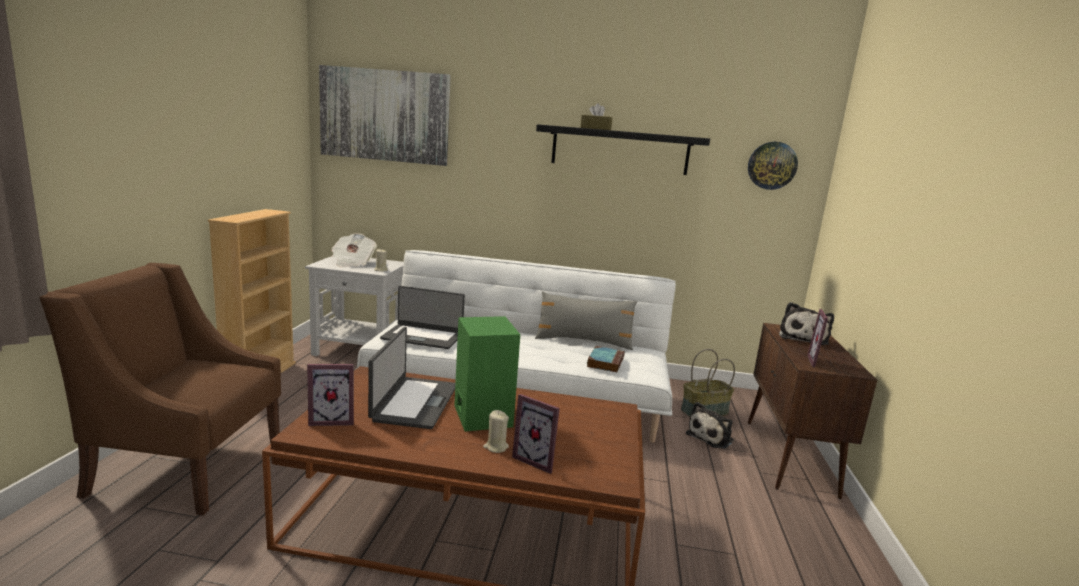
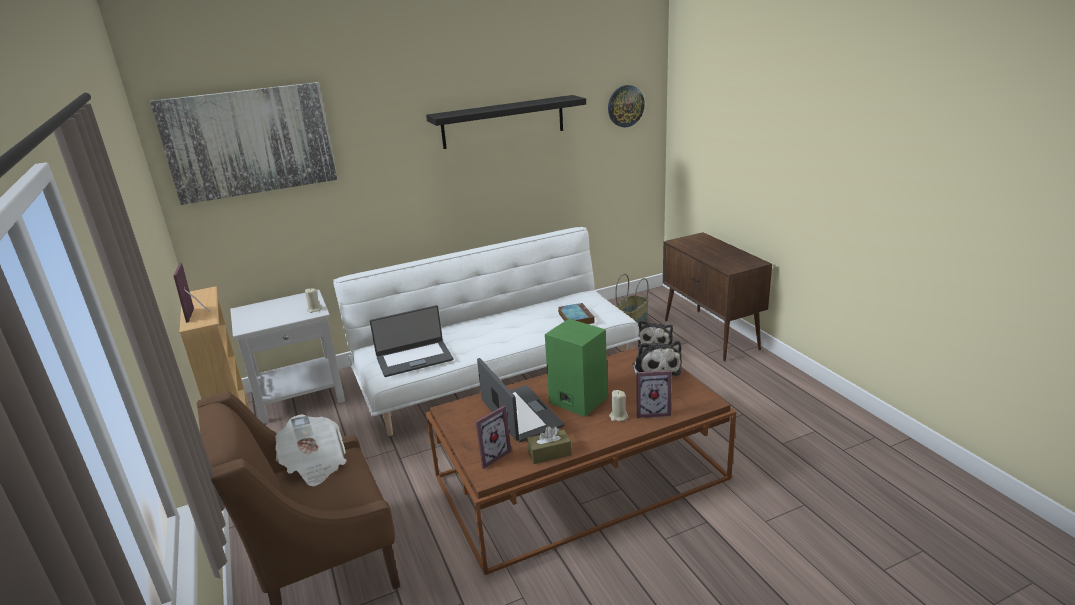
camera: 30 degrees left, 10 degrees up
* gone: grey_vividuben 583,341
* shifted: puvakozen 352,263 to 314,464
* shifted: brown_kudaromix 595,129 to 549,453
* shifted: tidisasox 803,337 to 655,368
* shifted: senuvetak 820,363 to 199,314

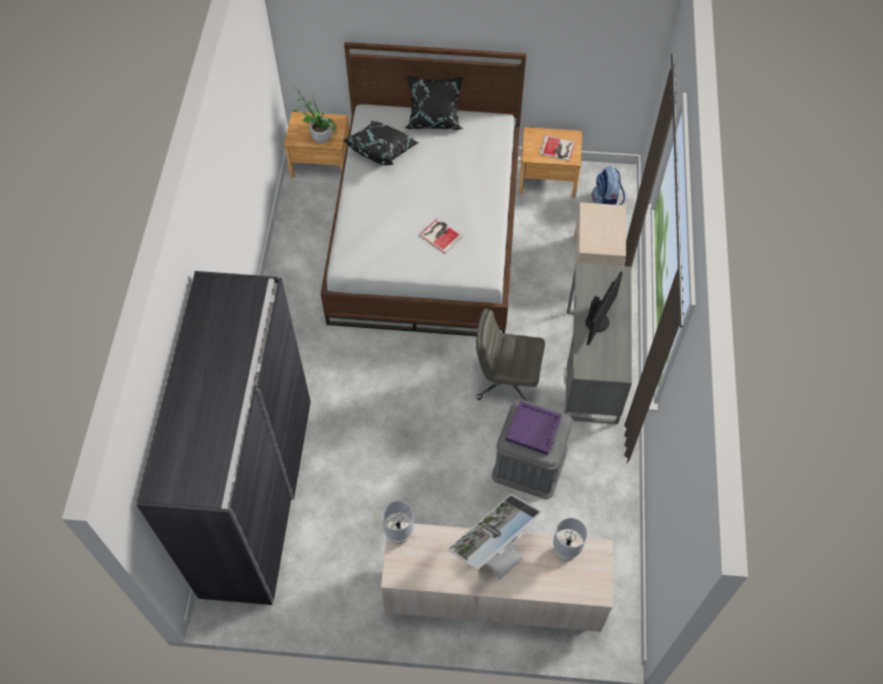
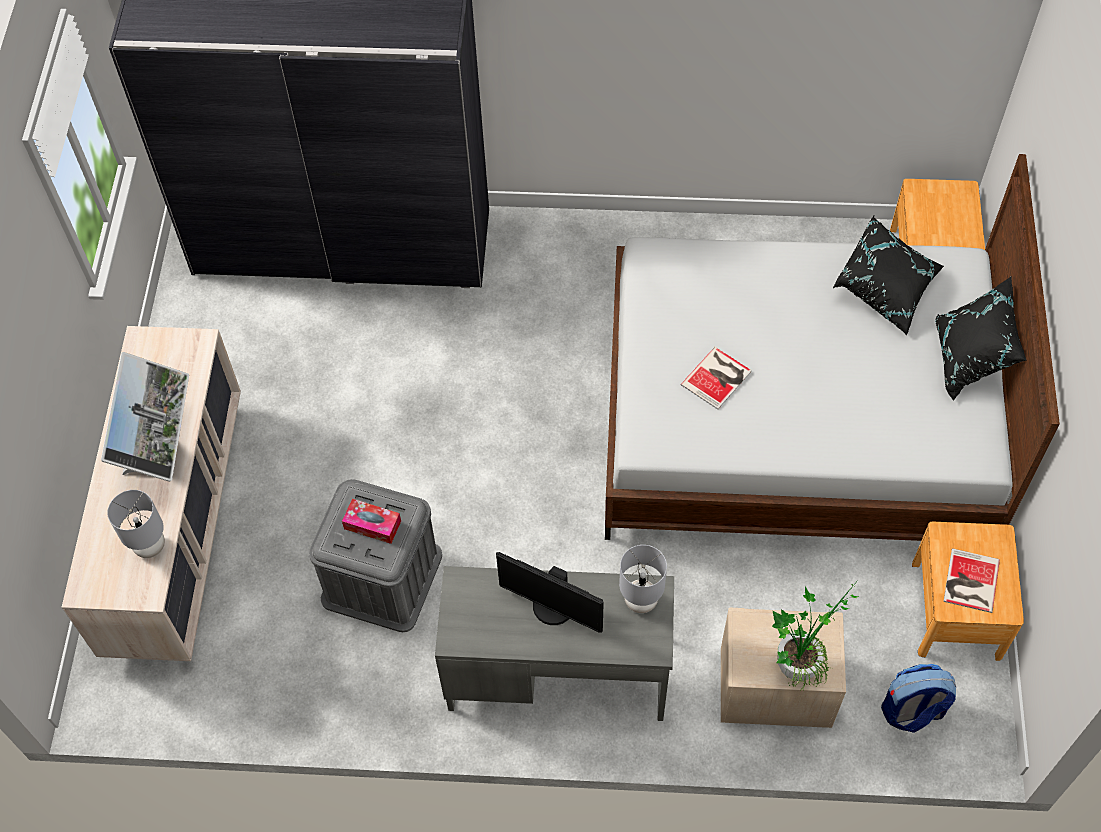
camera: 90 degrees right, 0 degrees up
* gone: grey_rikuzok 506,381
* shifted: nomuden 318,136 to 800,659
* shifted: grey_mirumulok 399,536 to 640,601
* swapped: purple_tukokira 533,429 to kudaromix 372,525
* rotated: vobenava 493,551 = 161,455 45 degrees clockwise

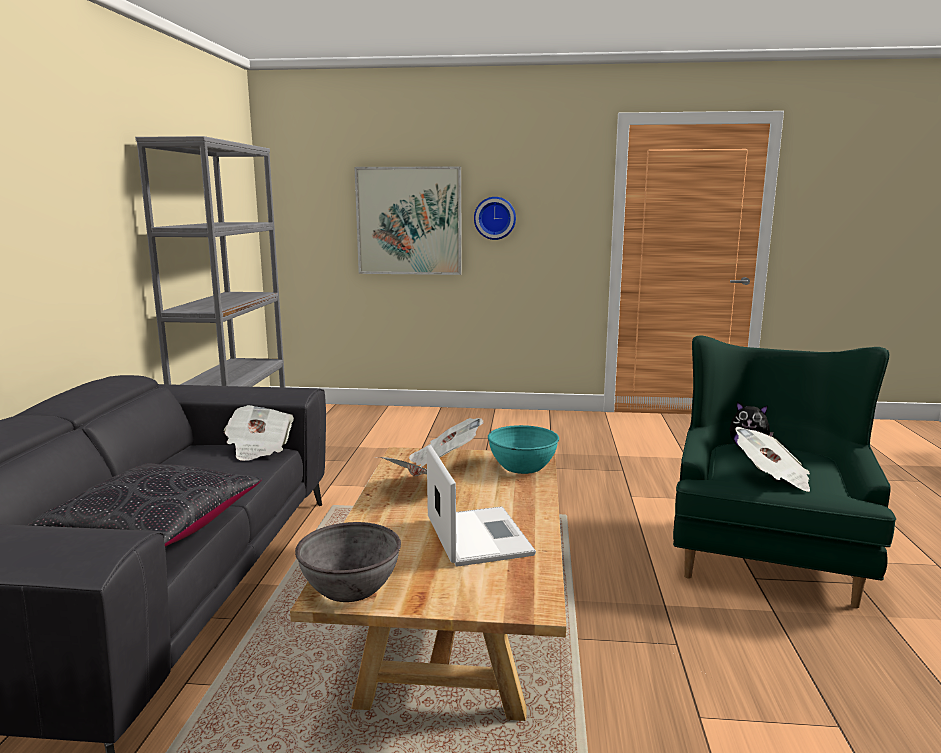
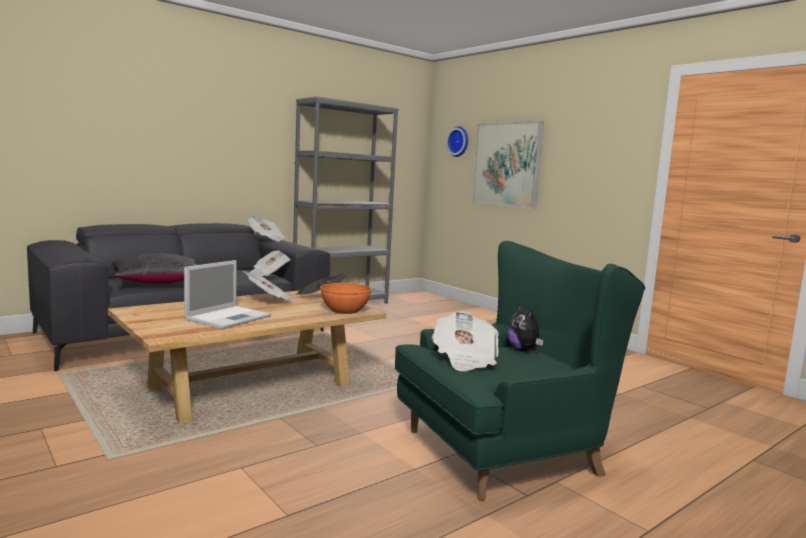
camera: 45 degrees right, 5 degrees down
* gone: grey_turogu 350,587
* new: puvakozen 267,239
* shifted: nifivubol 495,218 to 459,141
* repainted: turquoise_turogu 523,466 to orange_turogu 345,310

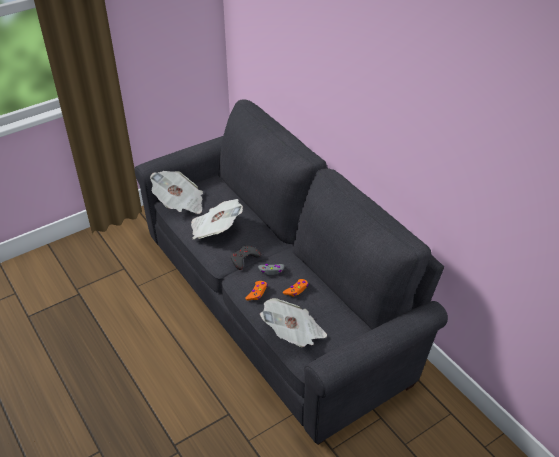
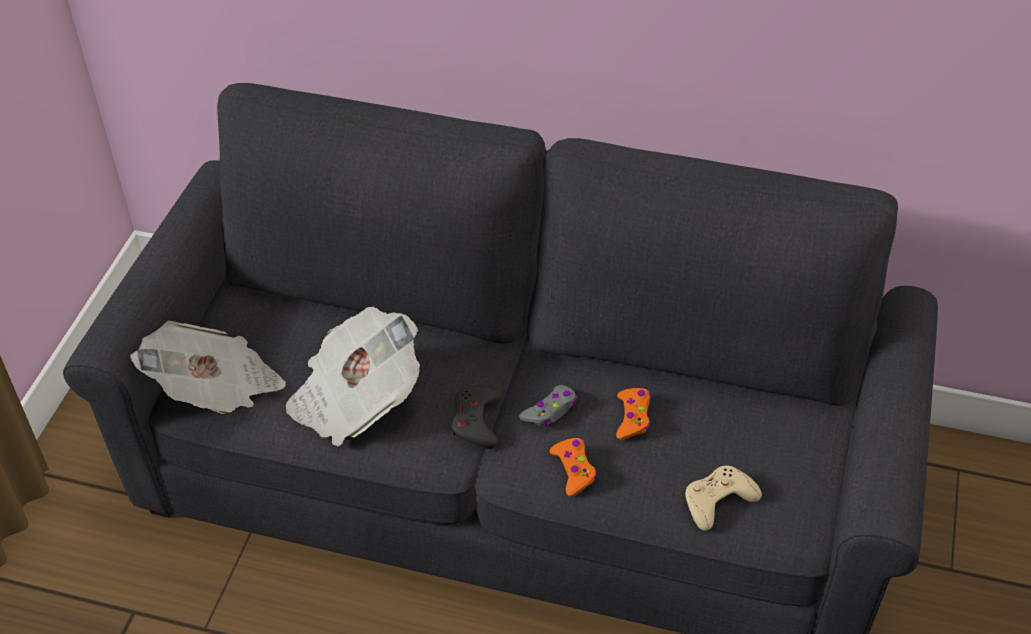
camera: 40 degrees left, 5 degrees up
* swapped: puvakozen 293,334 to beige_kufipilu 718,500

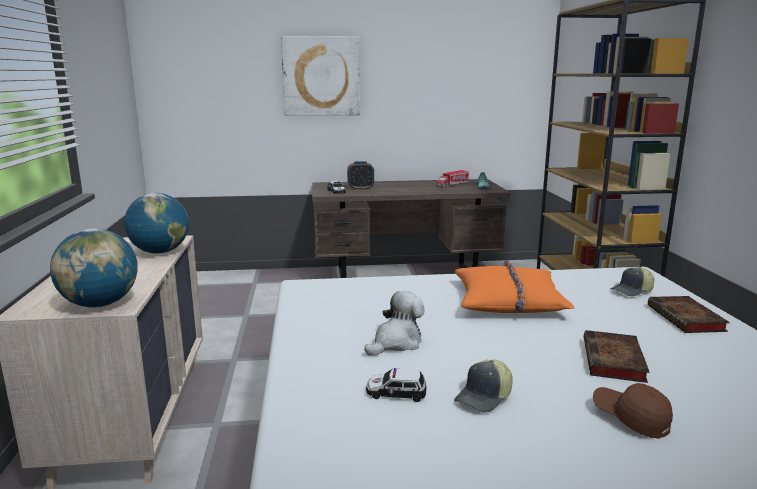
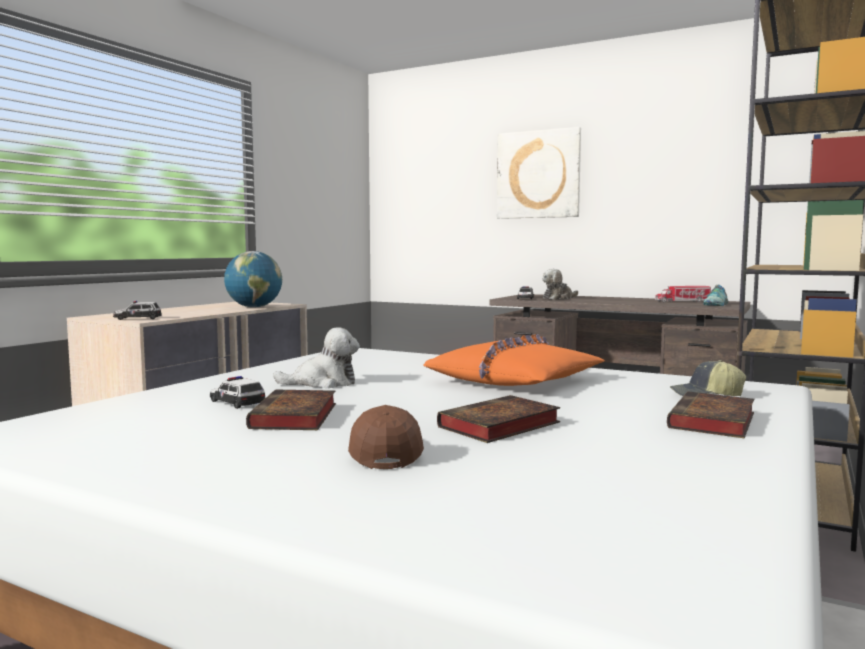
camera: 35 degrees right, 10 degrees down
* swapped: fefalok 100,304 to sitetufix 137,318
* swapped: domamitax 360,188 to tidisasox 558,298
* swapped: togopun 485,397 to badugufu 295,417

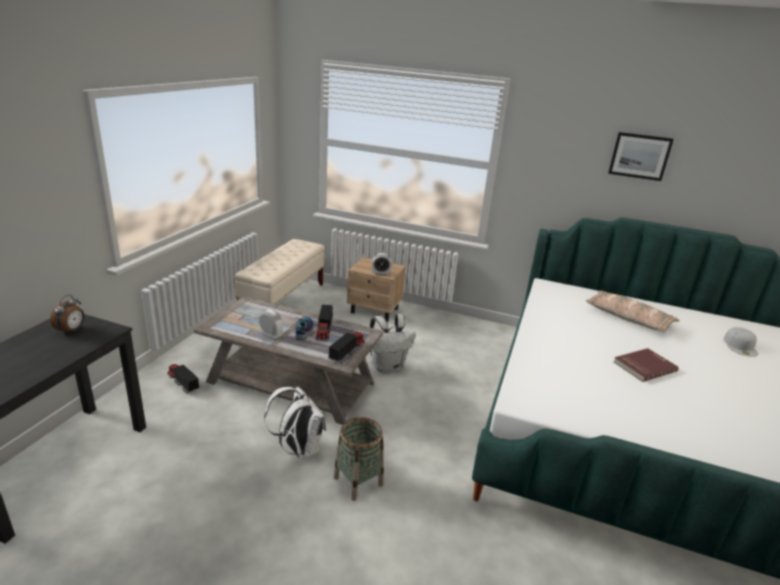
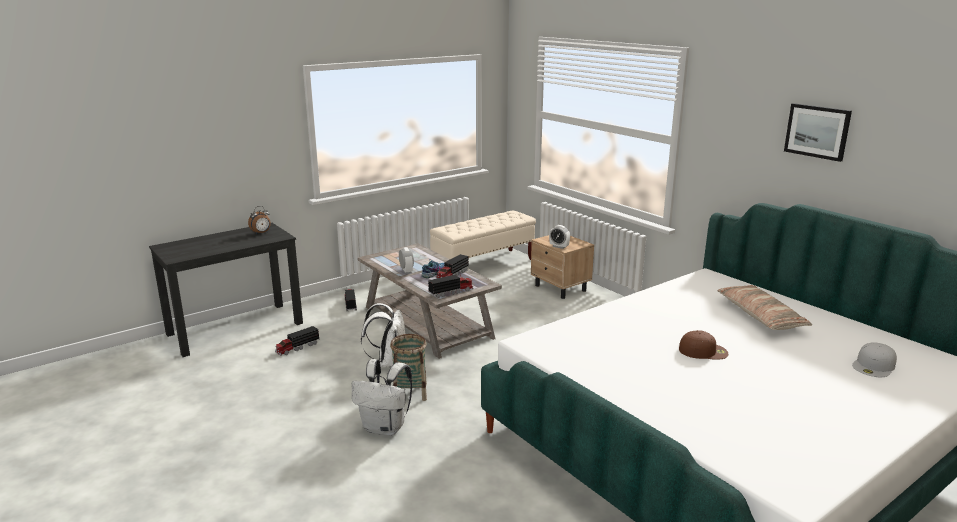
camera: 35 degrees right, 5 degrees down
* new: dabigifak 297,348
* shifted: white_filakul 388,366 to 385,428
* swapped: red_badugufu 643,366 to brown_togopun 703,351

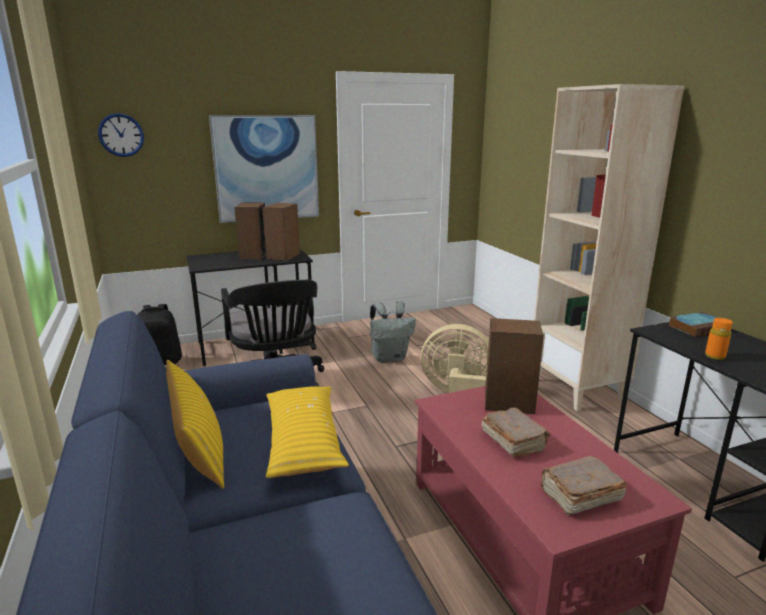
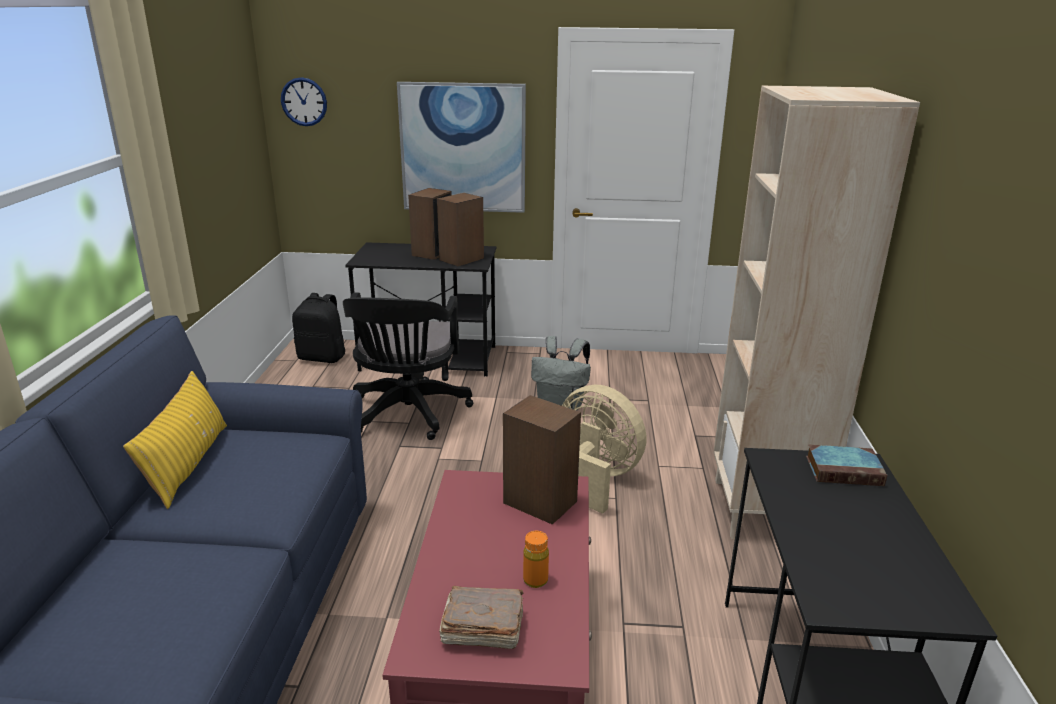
camera: 25 degrees right, 5 degrees up
* gone: yellow_vividuben 303,441
* gone: brown_badugufu 513,441
* shifted: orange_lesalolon 715,356 to 535,580

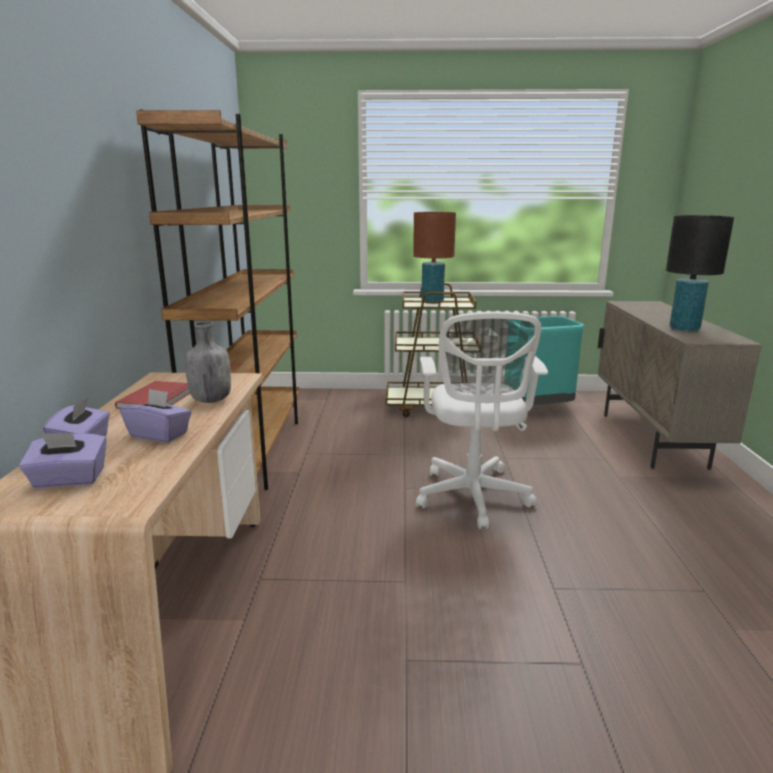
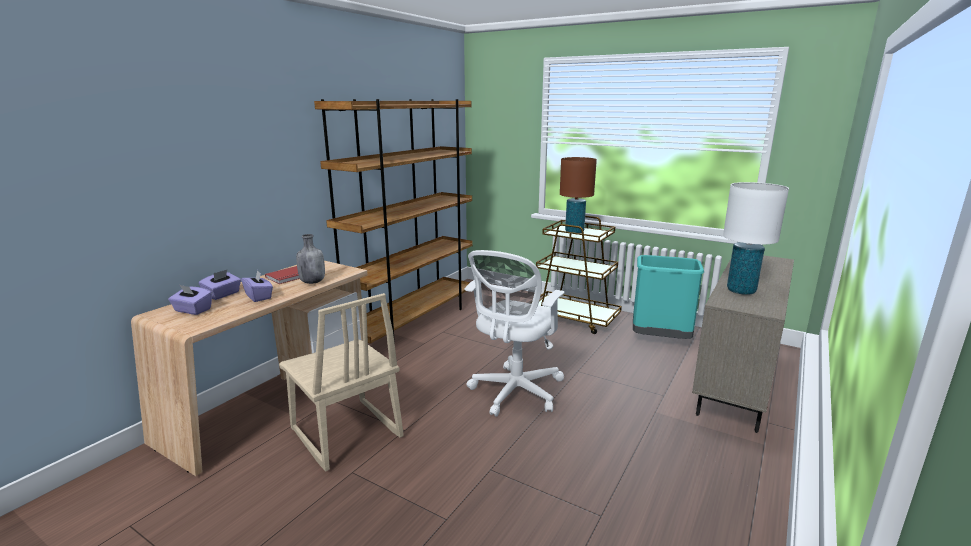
camera: 30 degrees right, 0 degrees up
* new: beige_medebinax 345,434
* repainted: black_mirumulok 684,329 to white_mirumulok 741,291

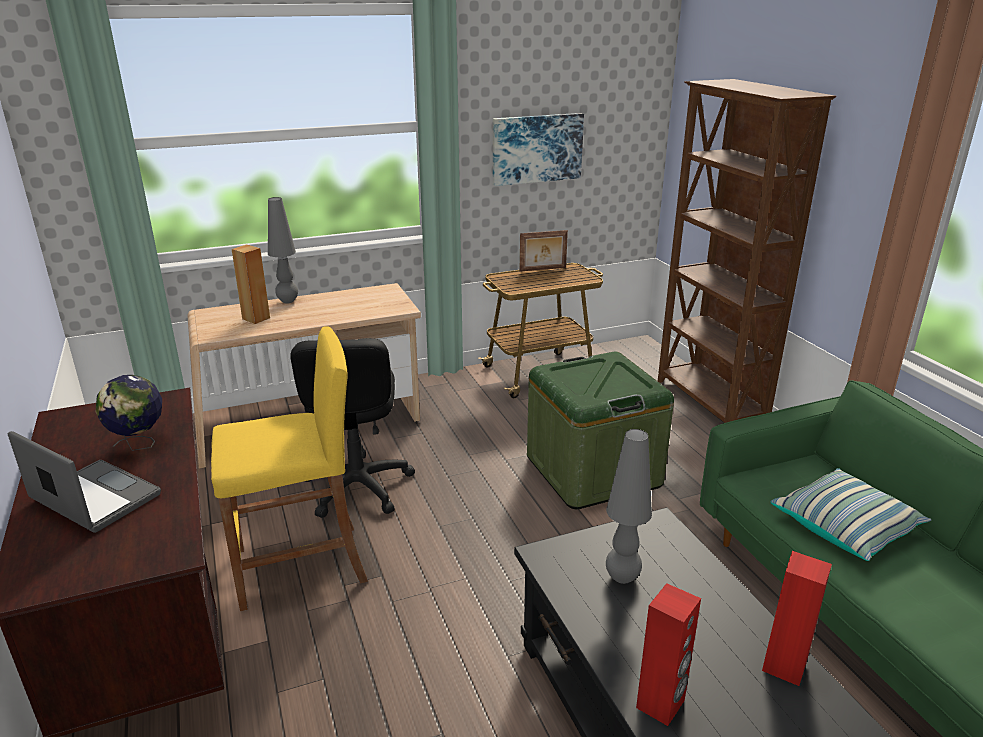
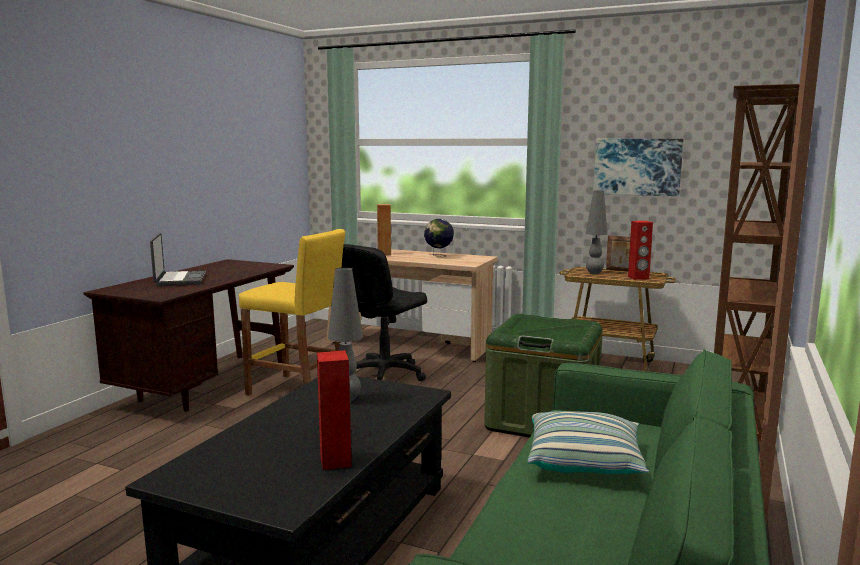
camera: 45 degrees right, 15 degrees down
* shifted: fefalok 139,445 to 438,256
* shifted: grey_mirumulok 288,301 to 594,273
* shifted: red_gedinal 661,704 to 638,278

